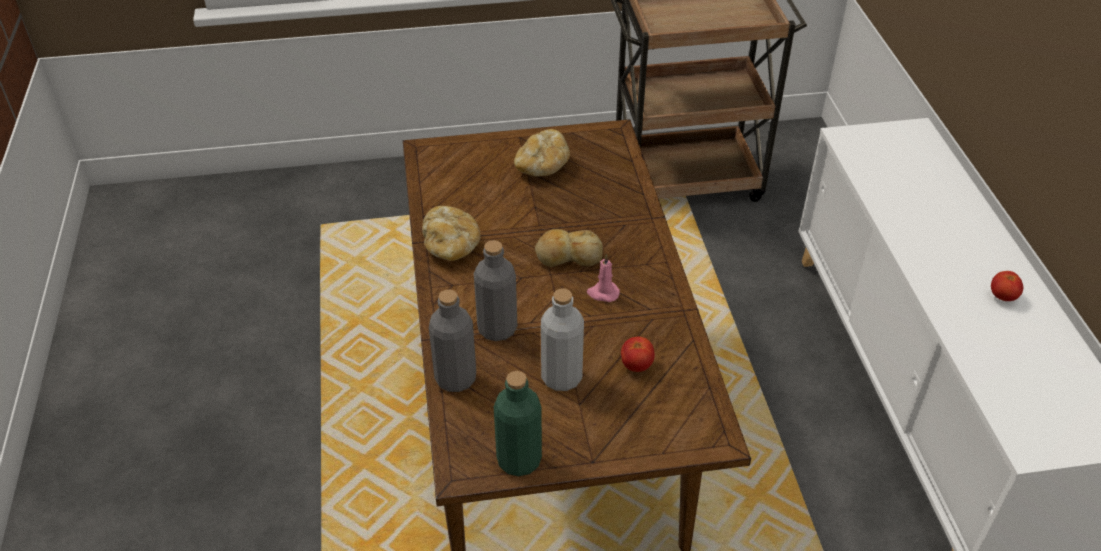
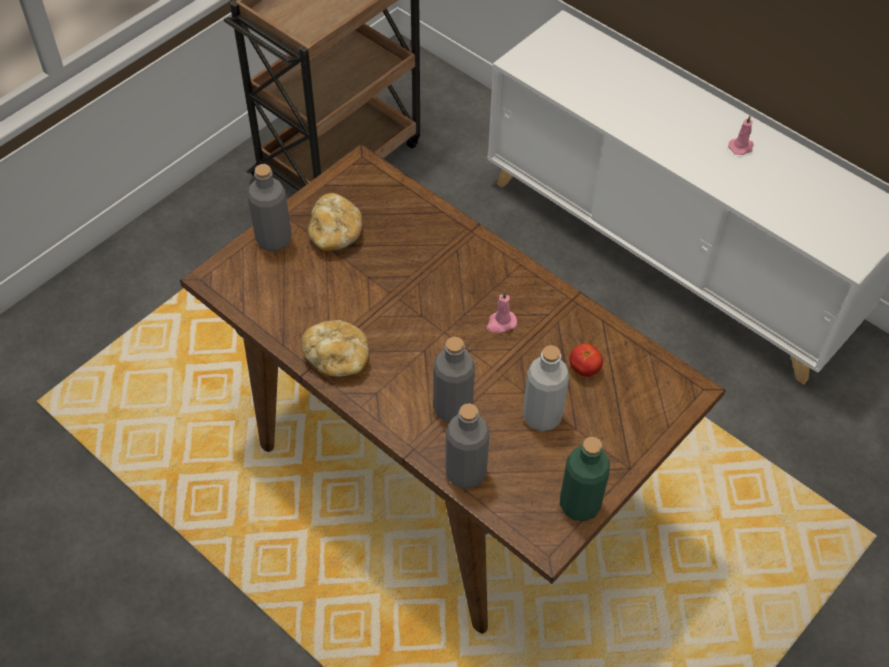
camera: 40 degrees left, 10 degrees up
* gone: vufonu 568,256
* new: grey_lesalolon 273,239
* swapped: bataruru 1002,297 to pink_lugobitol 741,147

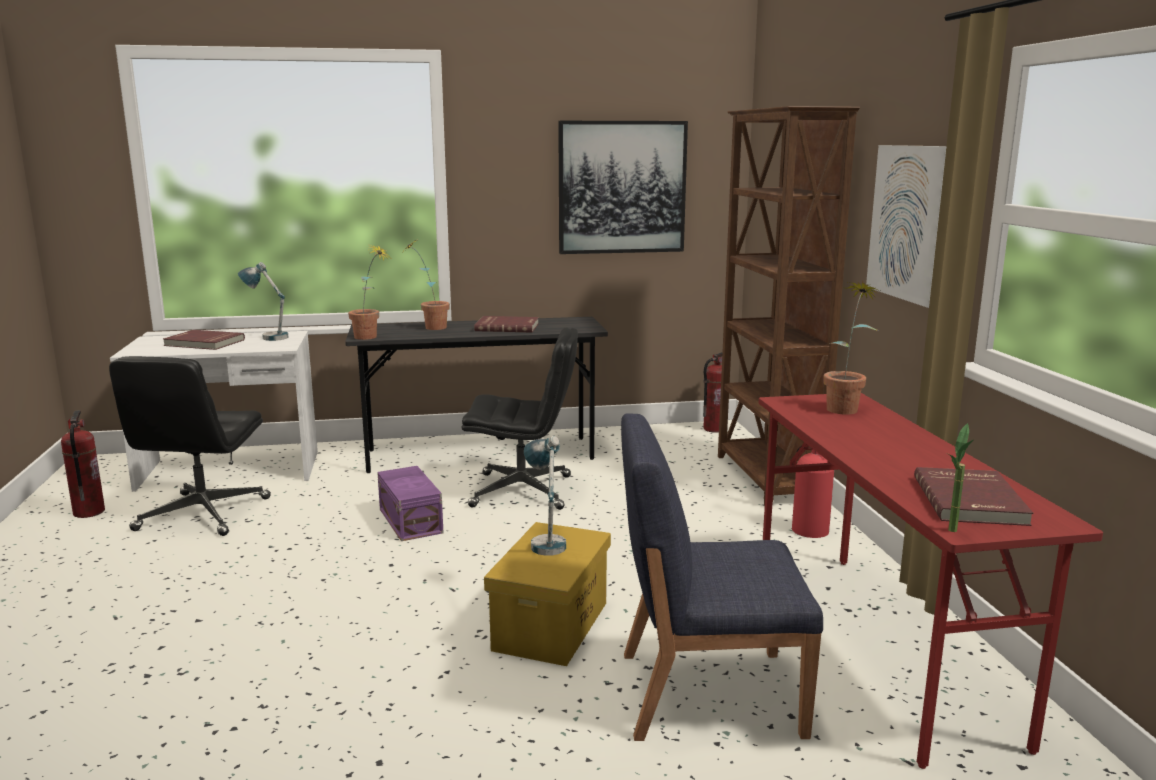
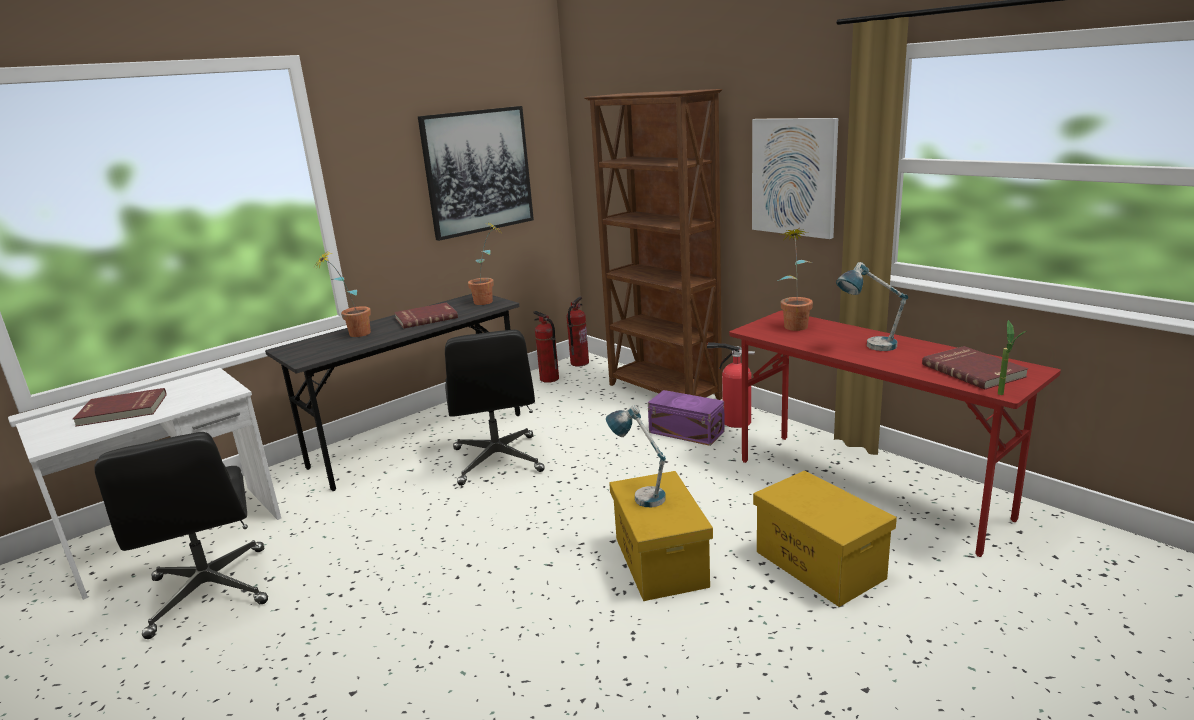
camera: 30 degrees left, 5 degrees up
* shifted: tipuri 88,512 to 549,379
* shifted: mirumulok 267,336 to 869,347
* shifted: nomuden 371,337 to 489,301
* shifted: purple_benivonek 411,520 to 686,431
* swapped: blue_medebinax 706,692 to yellow_benivonek 818,564
* rotated: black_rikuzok 523,491 = 498,460 105 degrees clockwise

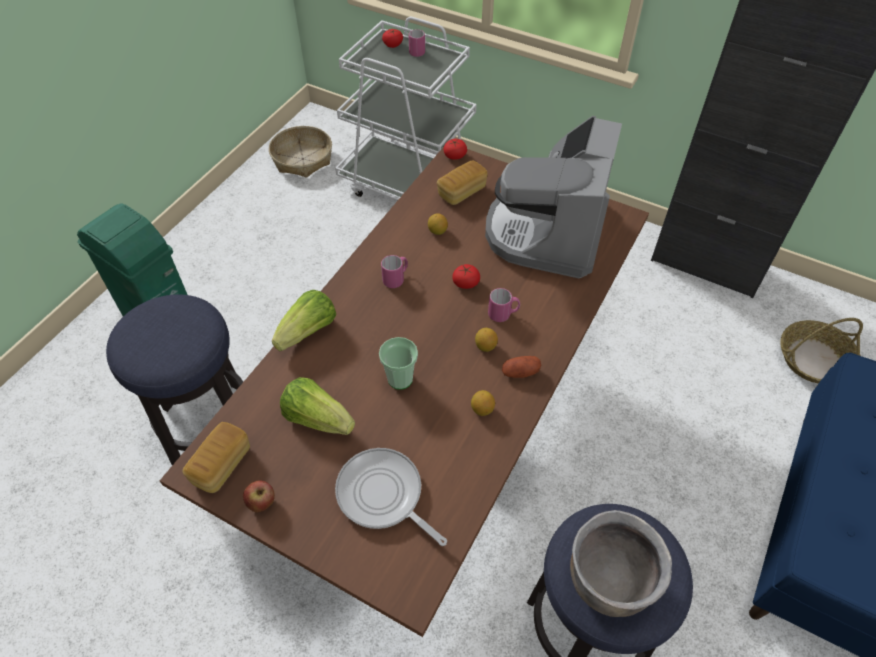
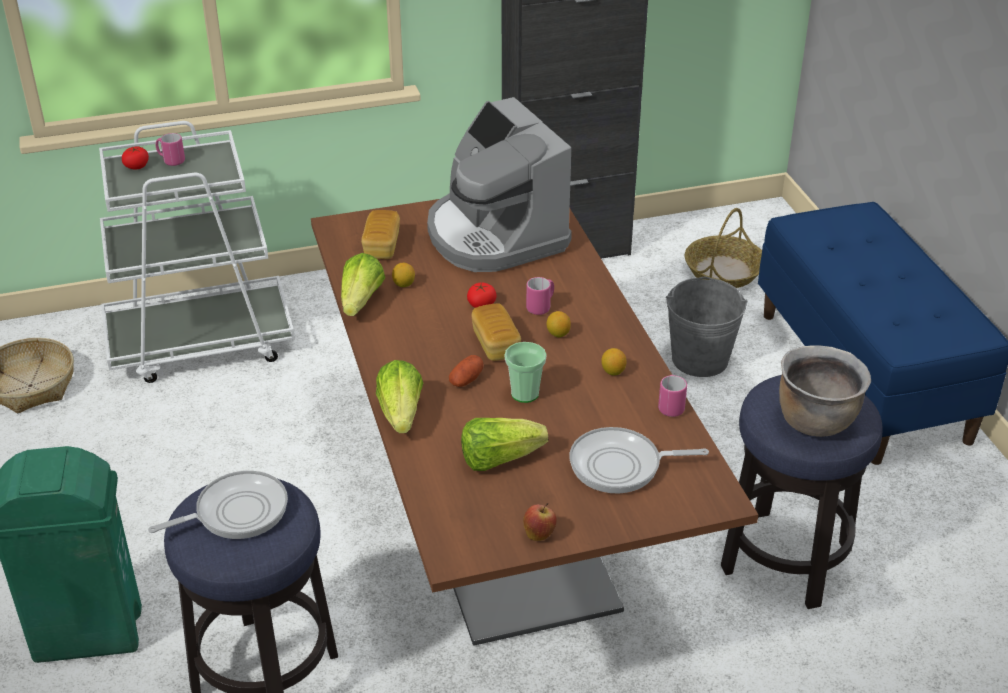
camera: 45 degrees left, 15 degrees down
* gone: bataruru 455,156
* new: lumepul 236,512
* new: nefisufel 361,302
* new: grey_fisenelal 700,359
* shifted: vufonu 221,465 to 495,344
* shifted: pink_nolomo 396,279 to 670,406
* shifted: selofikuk 520,372 to 466,380

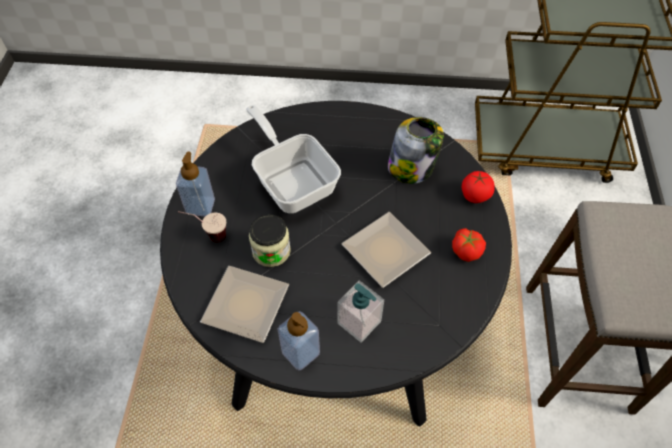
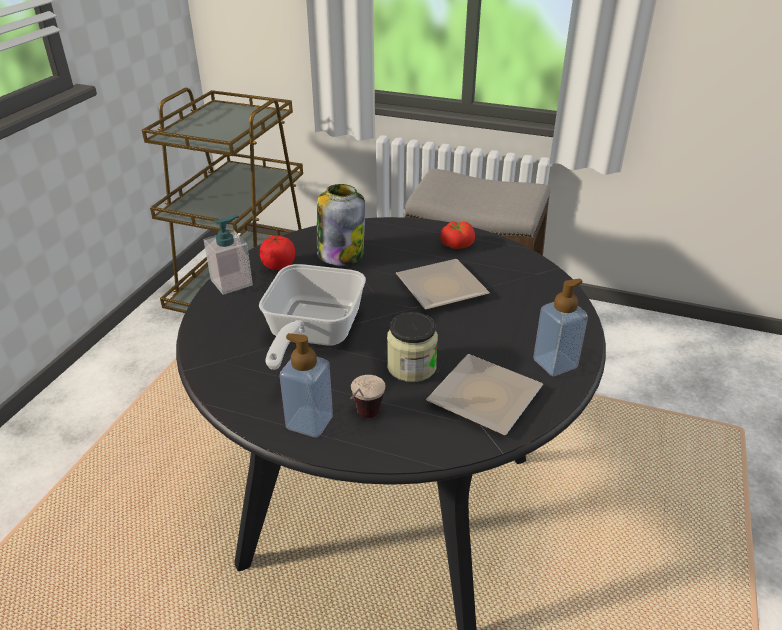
camera: 75 degrees left, 20 degrees down
* shifted: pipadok 359,322 to 232,282
* shifted: bataruru 475,195 to 279,265
* rotated: lumepul 293,180 = 310,335 60 degrees counterclockwise

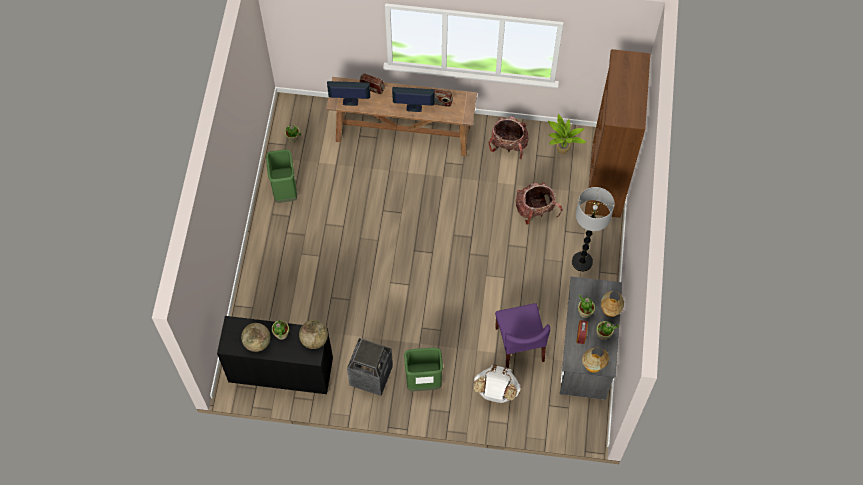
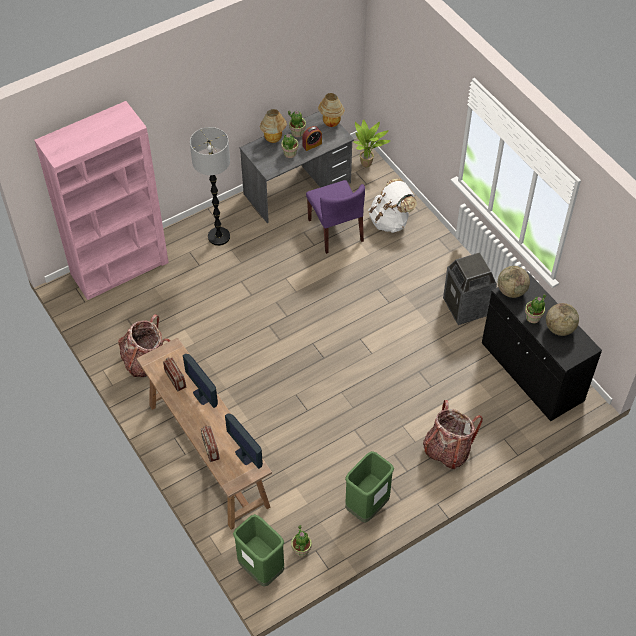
camera: 130 degrees left, 10 degrees down
* shifted: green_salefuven 423,382 to 261,569
* shifted: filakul 535,210 to 447,450
* shifted: nomuden 561,152 to 368,164
* repainted: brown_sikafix 605,180 to pink_sikafix 120,268
* rotated: purple_medebinax 519,345 = 335,231 120 degrees clockwise

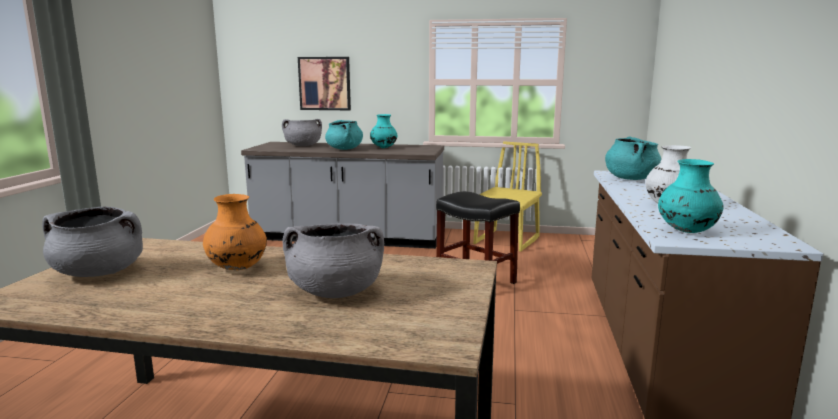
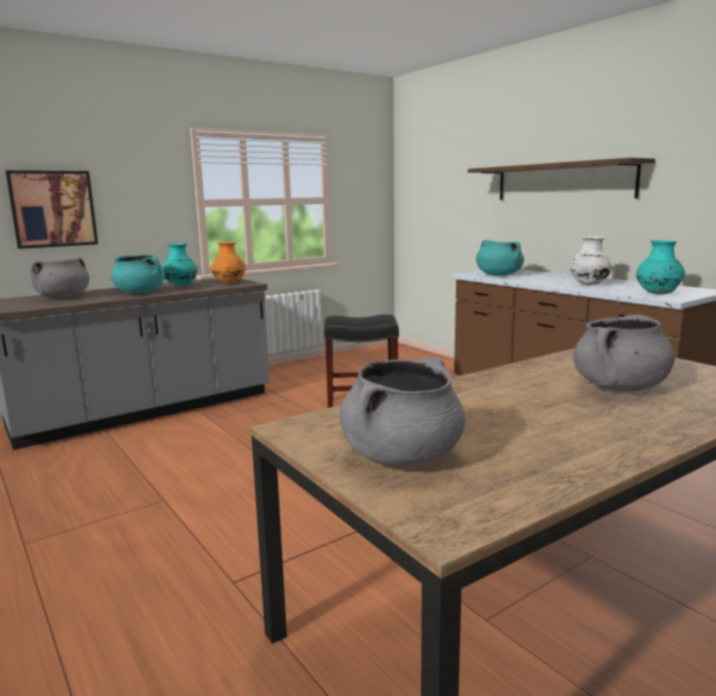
camera: 45 degrees left, 0 degrees up
* gone: yellow_medebinax 507,241
* new: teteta 563,181
* shifted: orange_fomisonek 237,268 to 229,283

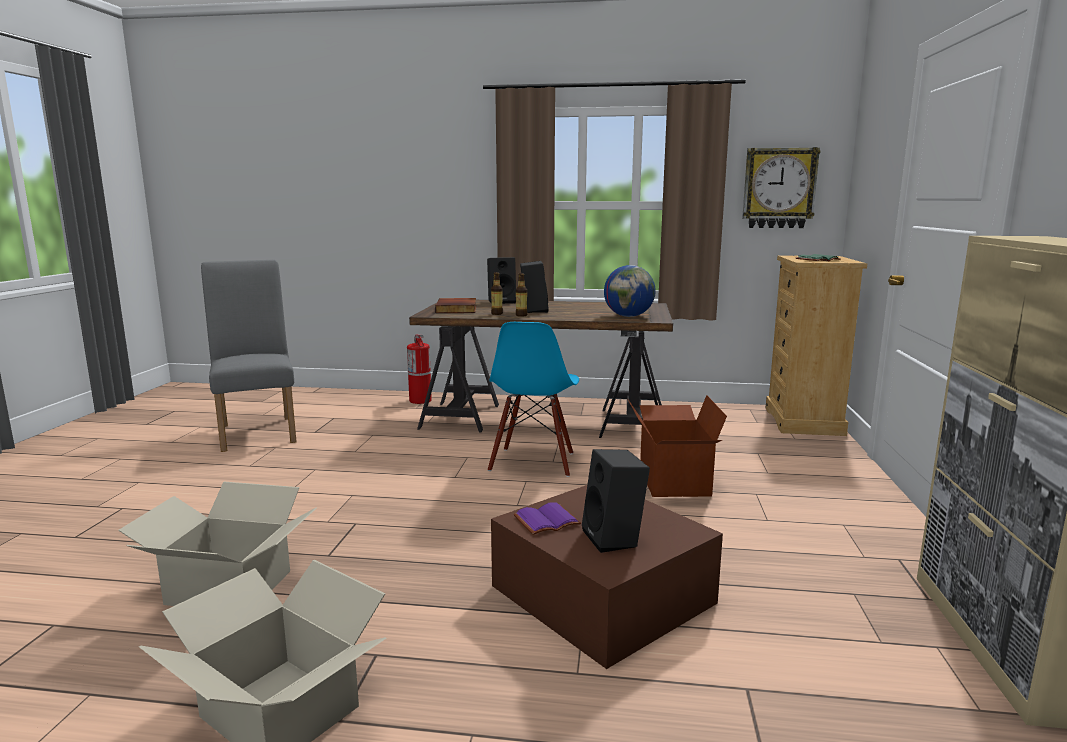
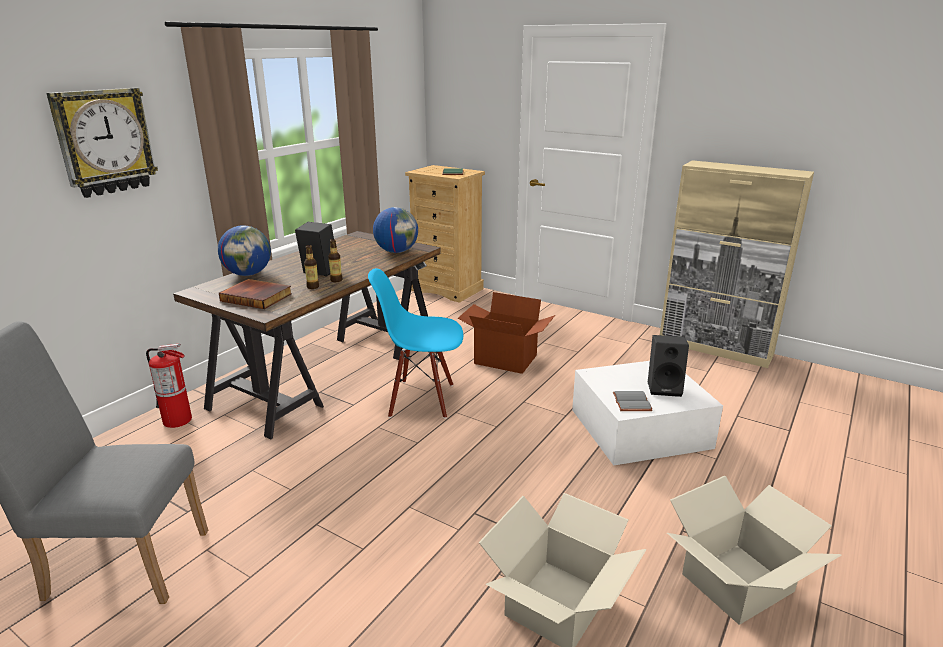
camera: 65 degrees left, 10 degrees up
* shifted: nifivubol 779,188 to 104,142
* swapped: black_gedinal 502,302 to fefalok 248,274
* repainted: brown_benivonek 602,594 to white_benivonek 640,428
* repainted: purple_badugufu 546,522 to grey_badugufu 633,403
* rotated: blue_medebinax 533,462 = 421,399 150 degrees clockwise

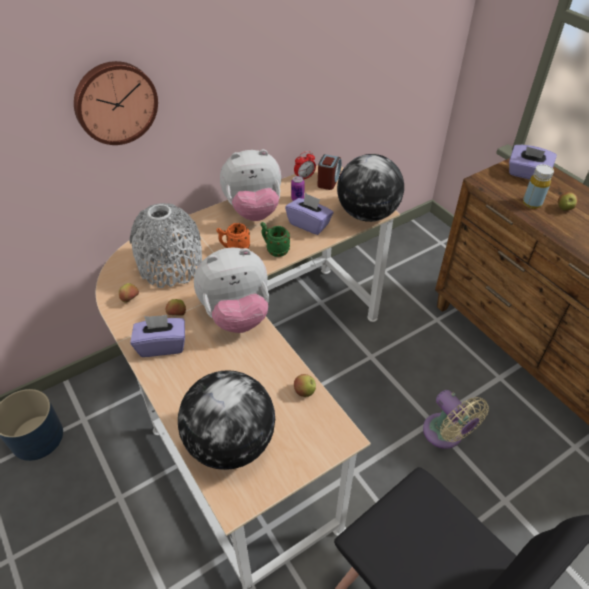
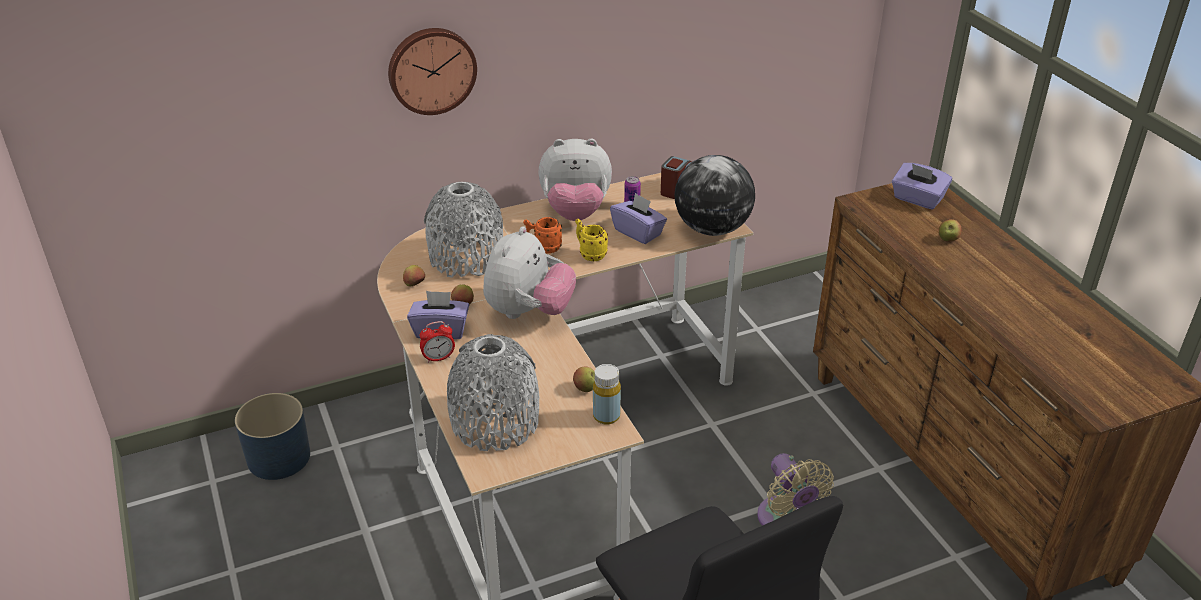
camera: 10 degrees right, 10 degrees down
* shifted: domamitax 304,177 to 438,358
* shifted: yellow_lesalolon 532,203 to 606,416
* swapped: fefalok 231,442 to grey_fomisonek 495,421
* repainted: green_nolomo 274,249 to yellow_nolomo 590,254
* rotated: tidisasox 236,315 = 529,312 60 degrees counterclockwise

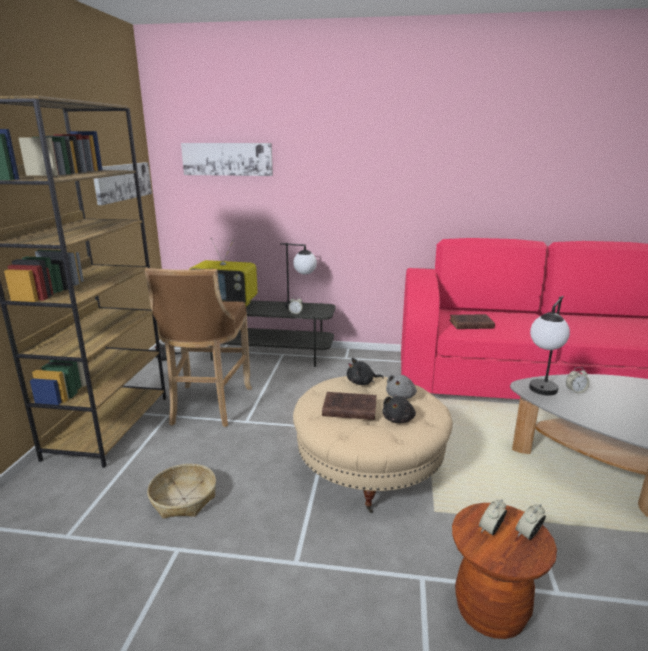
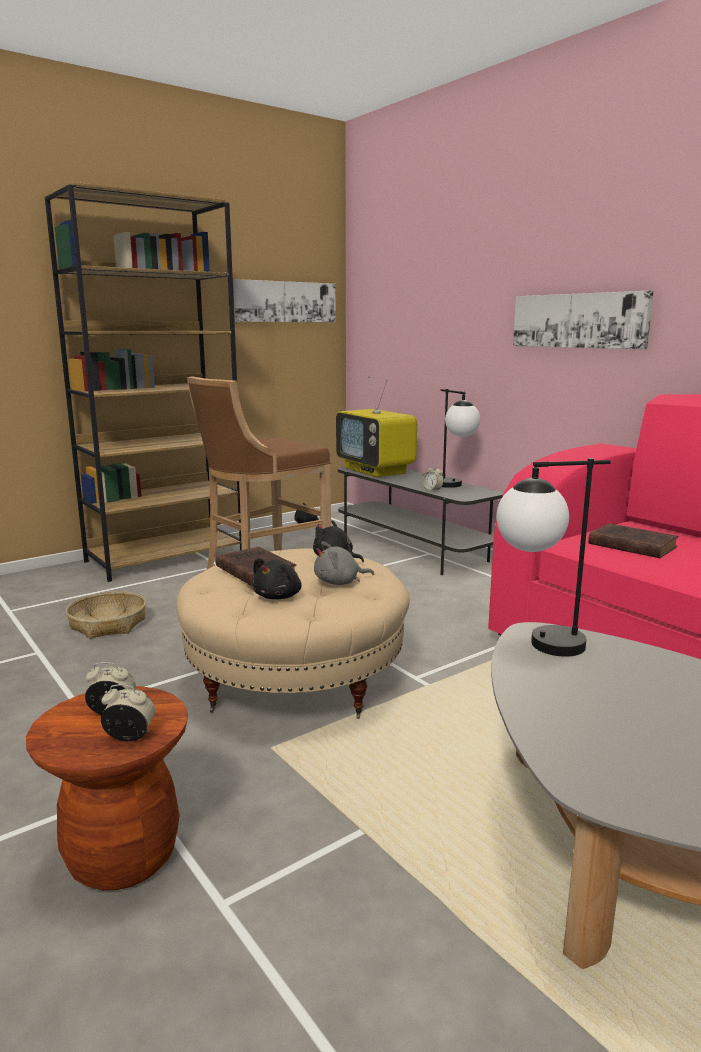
camera: 45 degrees right, 5 degrees down
* gone: domamitax 575,391
* shifted: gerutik 227,159 to 579,320
* rotated: black_tidisasox 399,419 = 279,596 45 degrees counterclockwise

